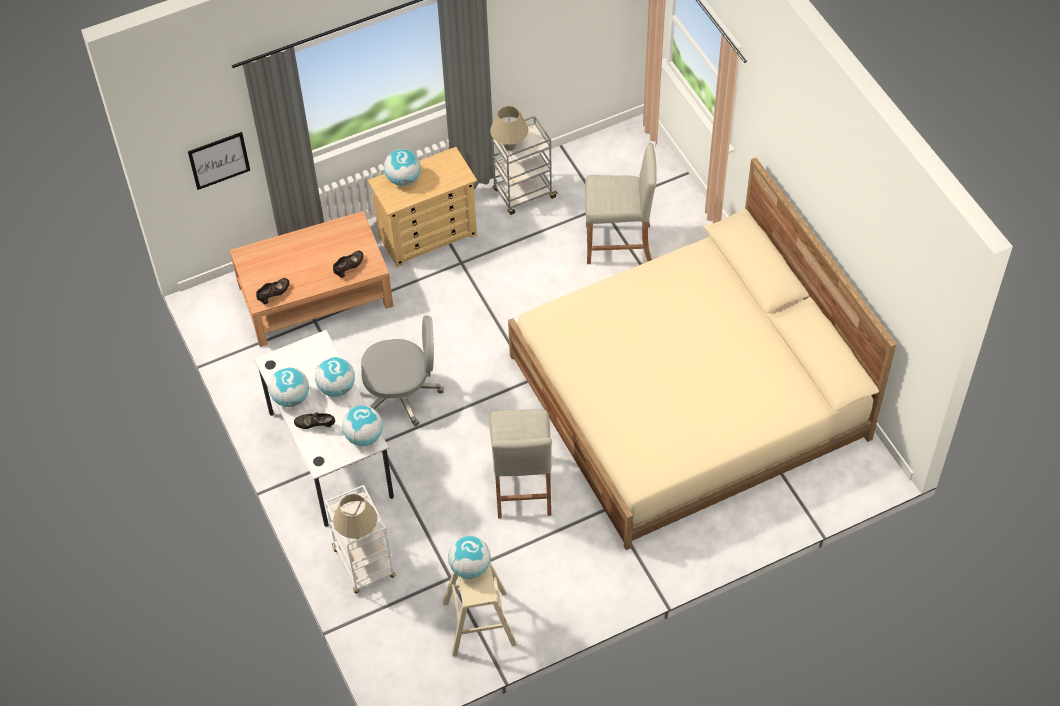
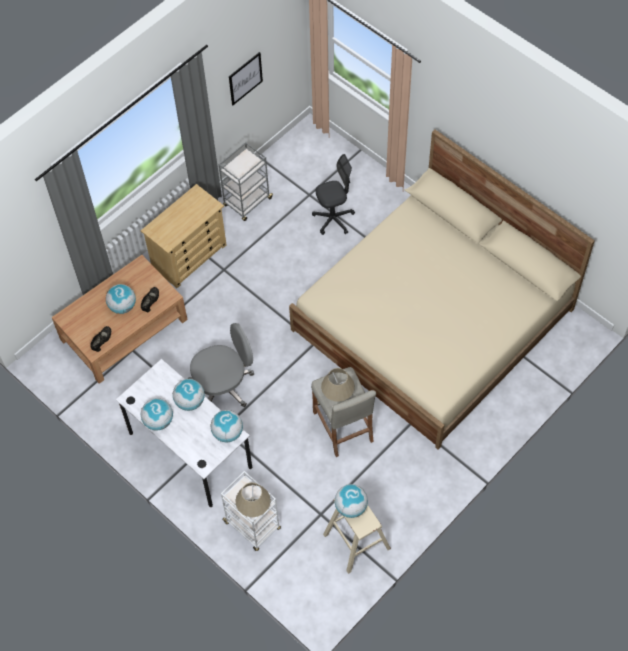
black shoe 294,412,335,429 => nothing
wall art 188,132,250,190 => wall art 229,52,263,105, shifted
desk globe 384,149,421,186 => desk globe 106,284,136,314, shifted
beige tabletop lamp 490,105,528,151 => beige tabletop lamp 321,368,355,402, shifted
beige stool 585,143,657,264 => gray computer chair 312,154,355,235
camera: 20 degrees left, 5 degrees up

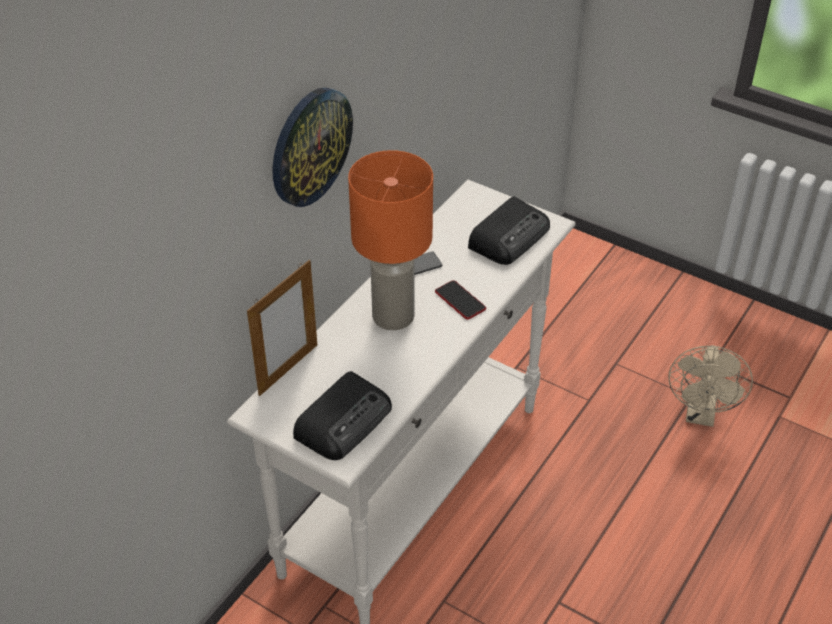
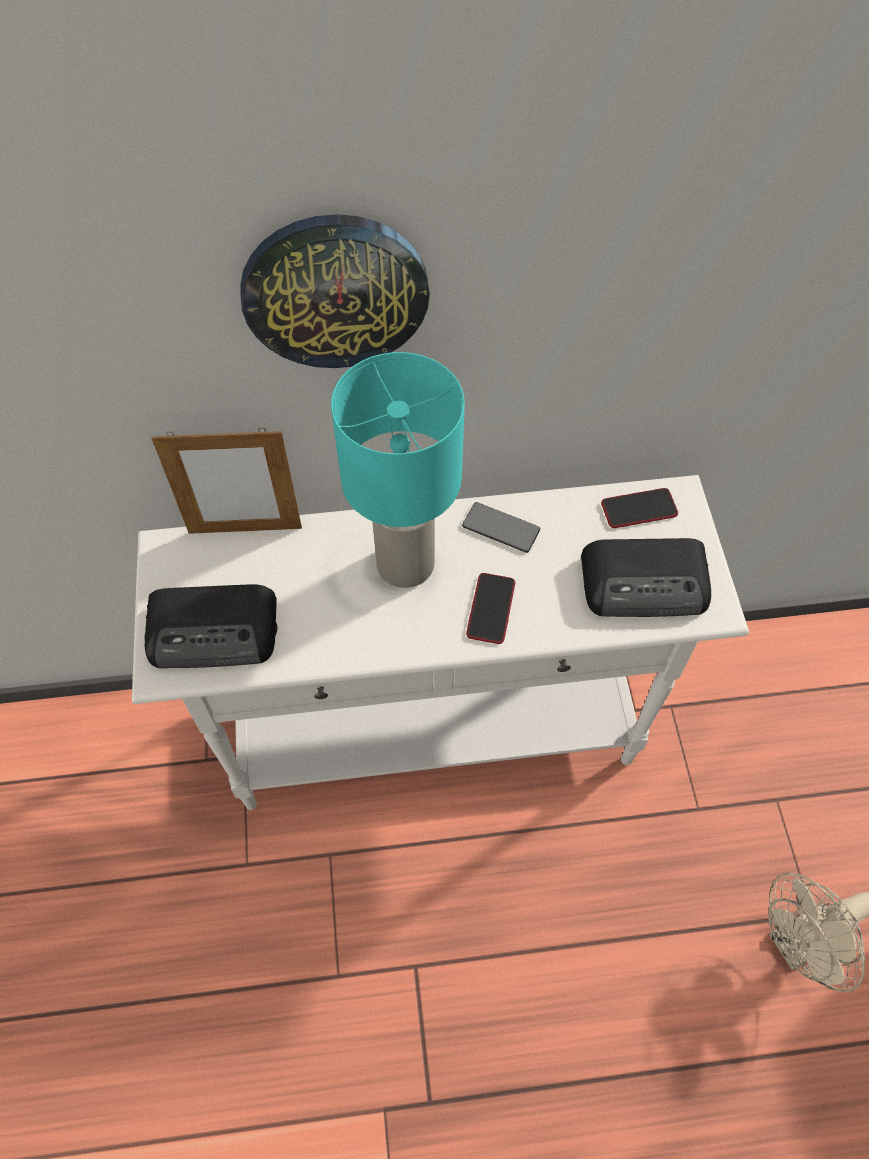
nothing => handset 601,488,678,528
orange-coloured tabletop lamp 348,150,433,330 => turquoise tabletop lamp 331,352,465,588
camera: 50 degrees right, 15 degrees up

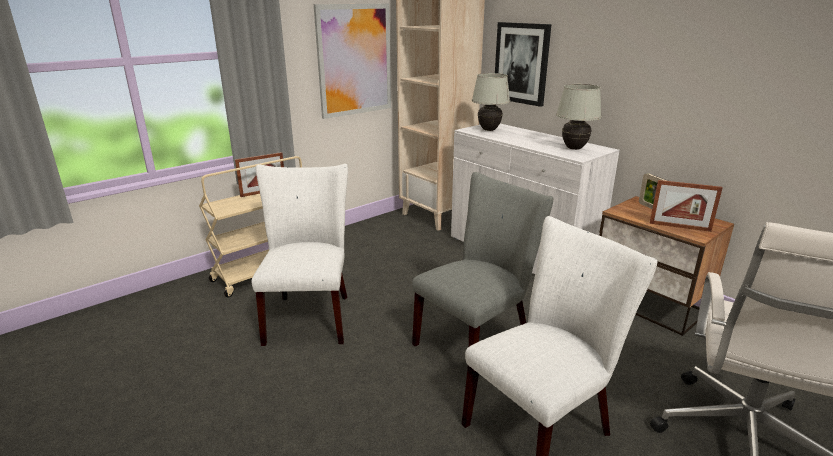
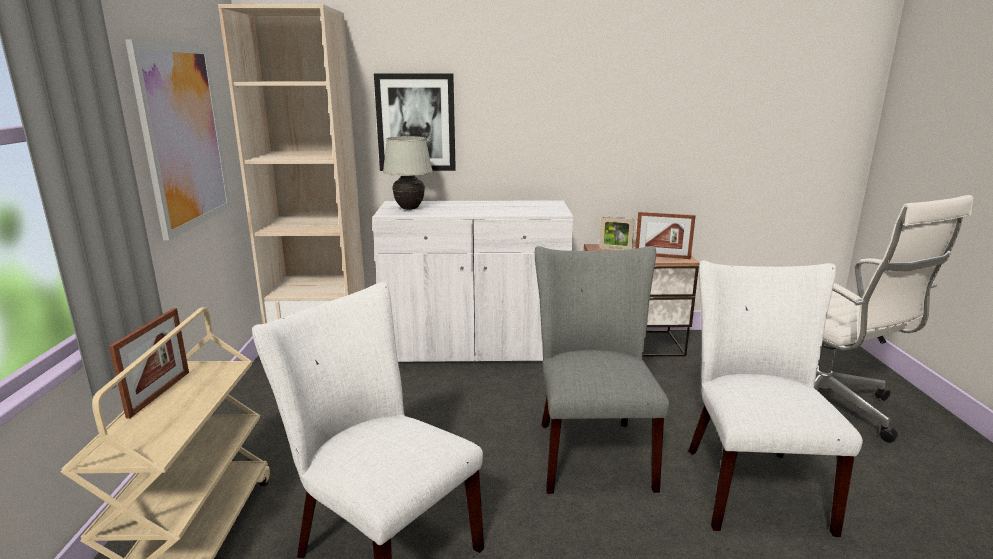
white tabletop lamp 556,84,602,150 => nothing
photo frame 650,180,723,232 => photo frame 635,212,696,259, 45 degrees clockwise
camera: 50 degrees left, 5 degrees down

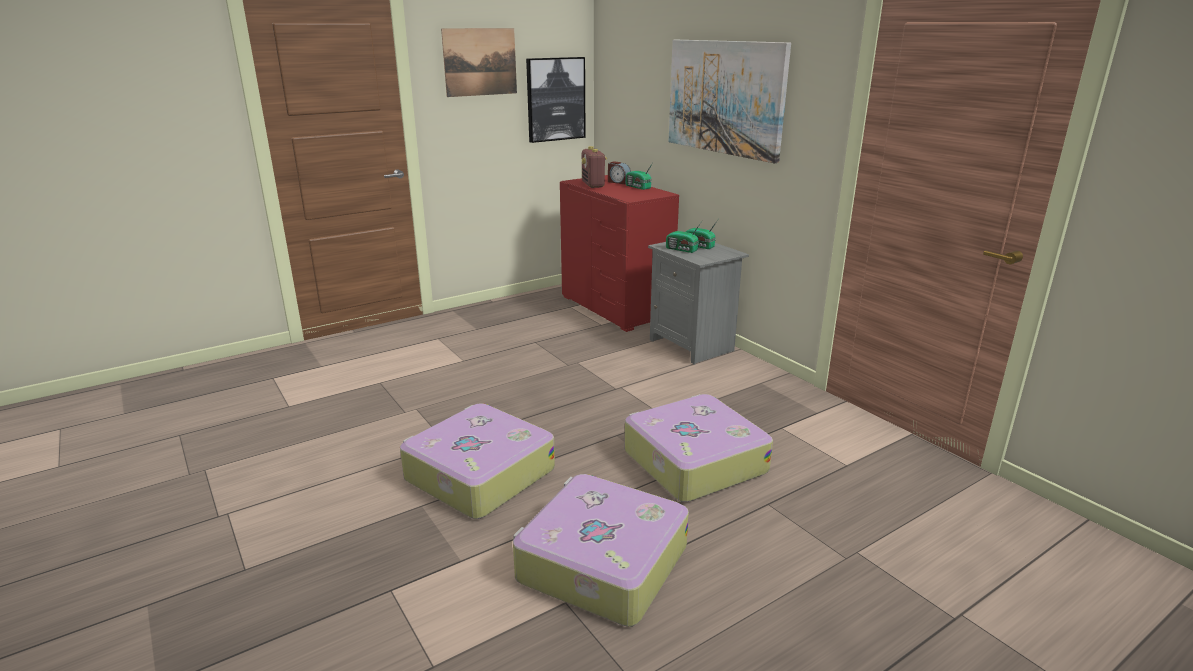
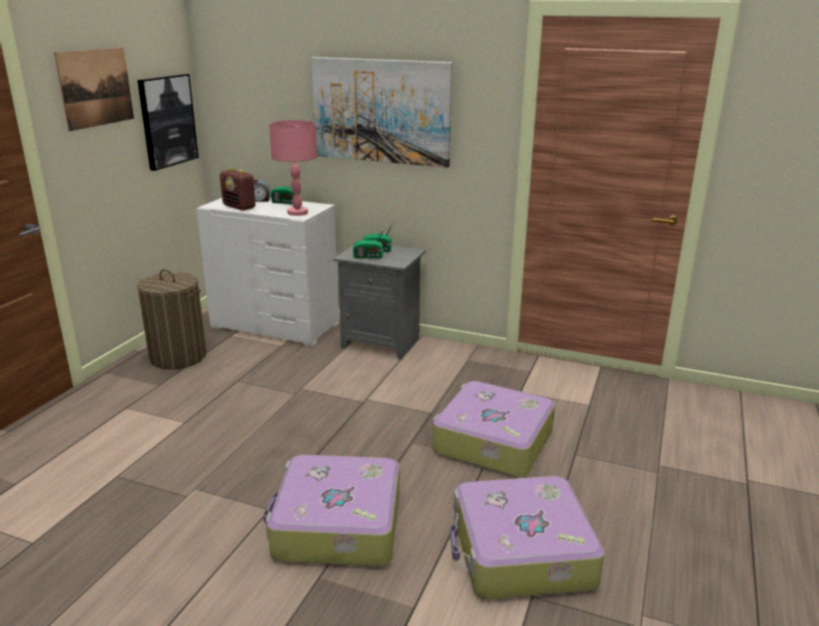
nothing => laundry basket 137,269,206,369
nothing => pink-coloured tabletop lamp 269,120,317,216
reddish chest of drawers 560,175,679,332 => white chest of drawers 196,198,339,347
camera: 35 degrees left, 0 degrees up

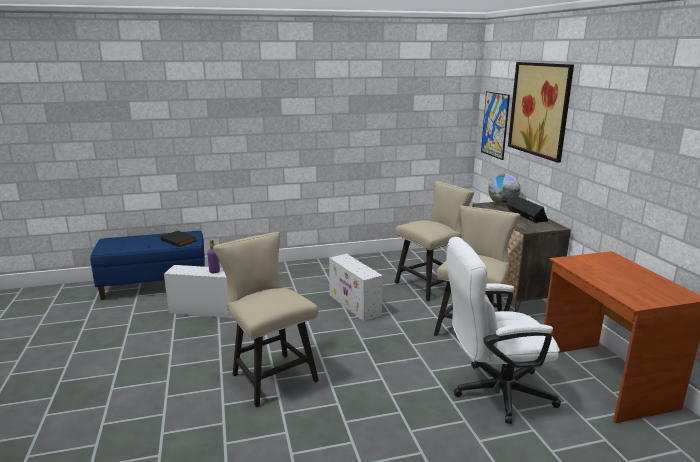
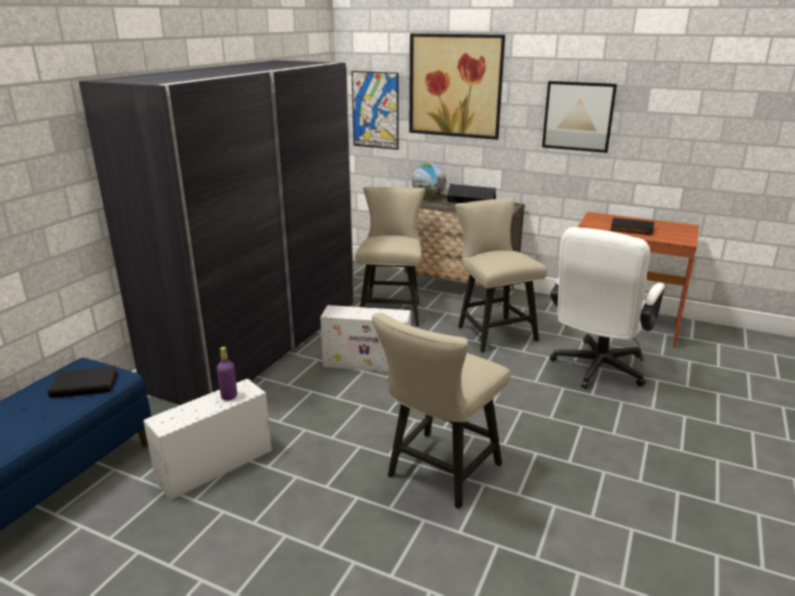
nothing => gray armoire 79,60,354,405
nothing => wall art 542,81,617,153
nothing => black volume 610,218,654,236
beige chair 213,232,319,407 => beige chair 372,313,511,509, 60 degrees counterclockwise
camera: 50 degrees left, 5 degrees up

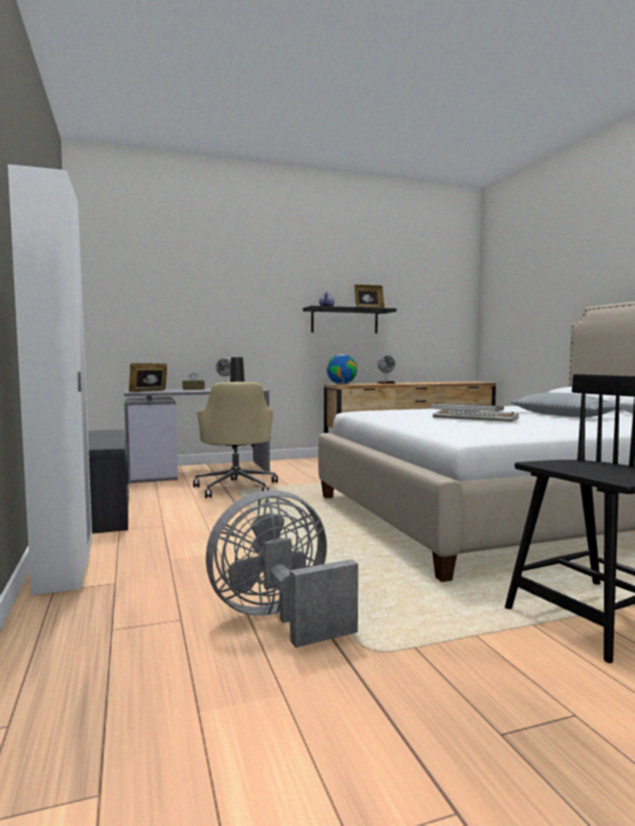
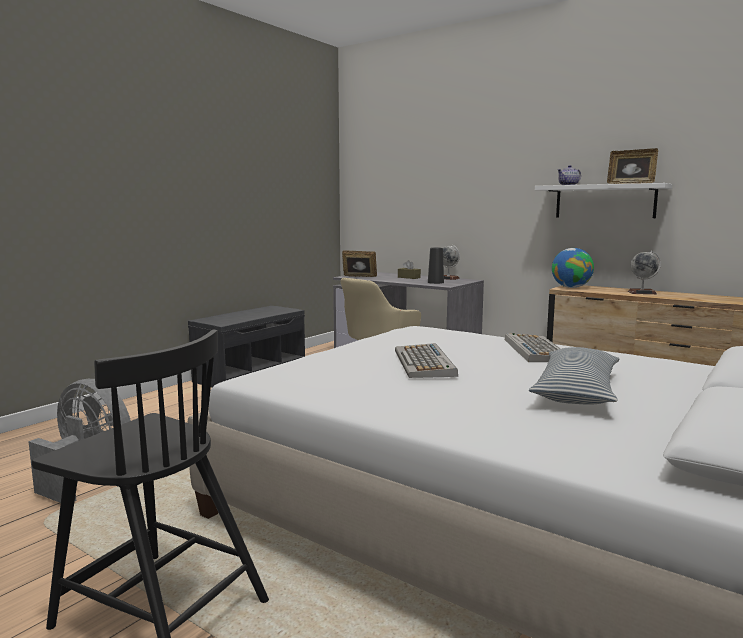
white armoire 8,164,92,595 => nothing
black shelf 303,306,396,333 => white shelf 535,183,673,218
camera: 55 degrees right, 5 degrees up

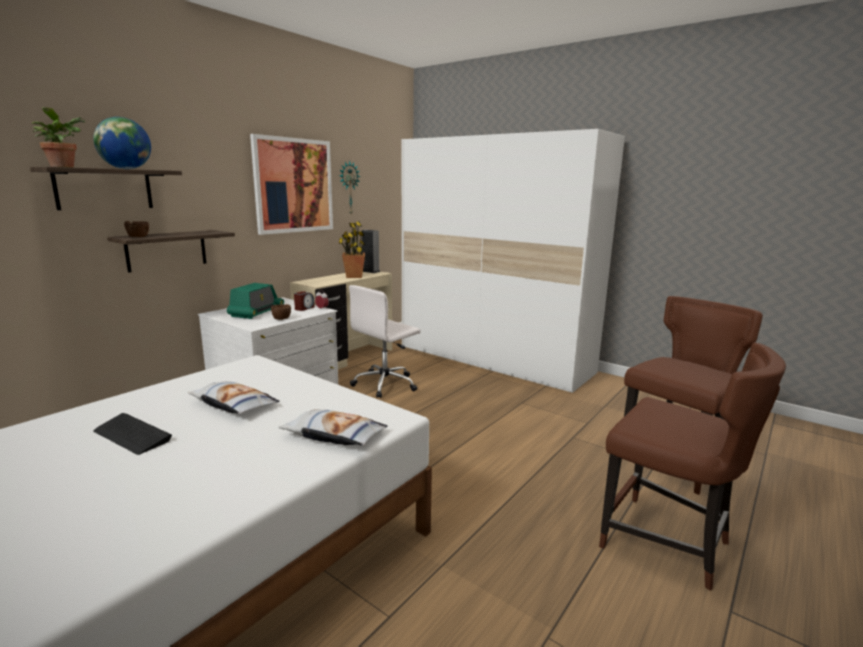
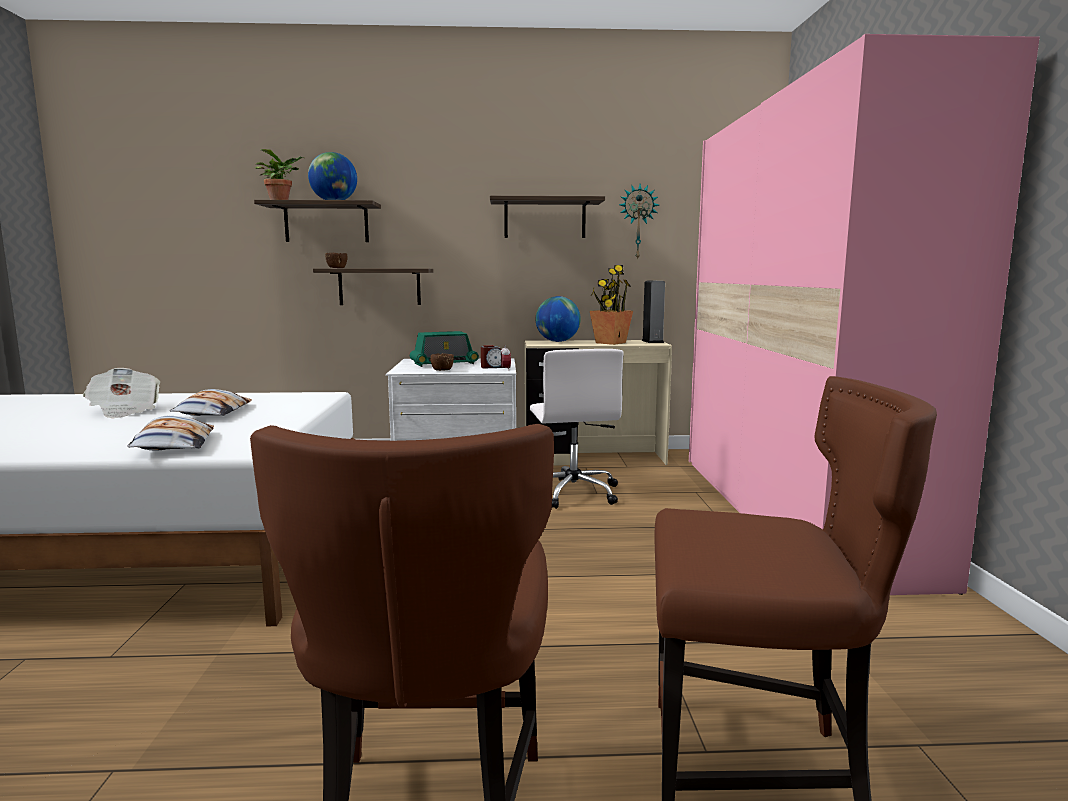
nothing => desk globe 536,296,581,342
computer keyboard 93,413,172,455 => newspaper 83,368,160,418
wall art 250,134,333,235 => shelf 490,196,605,238
white armoire 402,129,625,393 => pink-coloured armoire 689,34,1040,595
white computer chair 349,285,421,398 => white computer chair 530,349,624,509, 105 degrees counterclockwise
camera: 50 degrees right, 5 degrees down

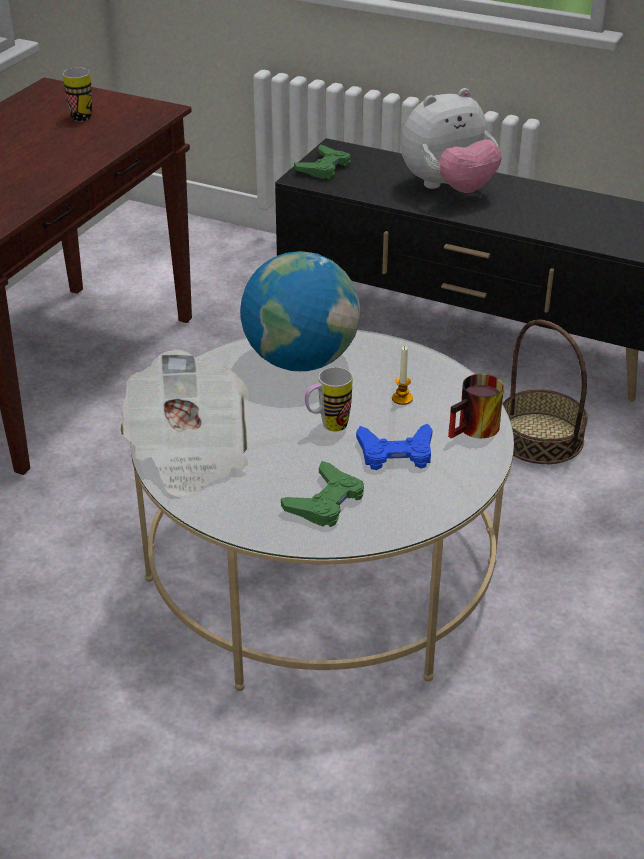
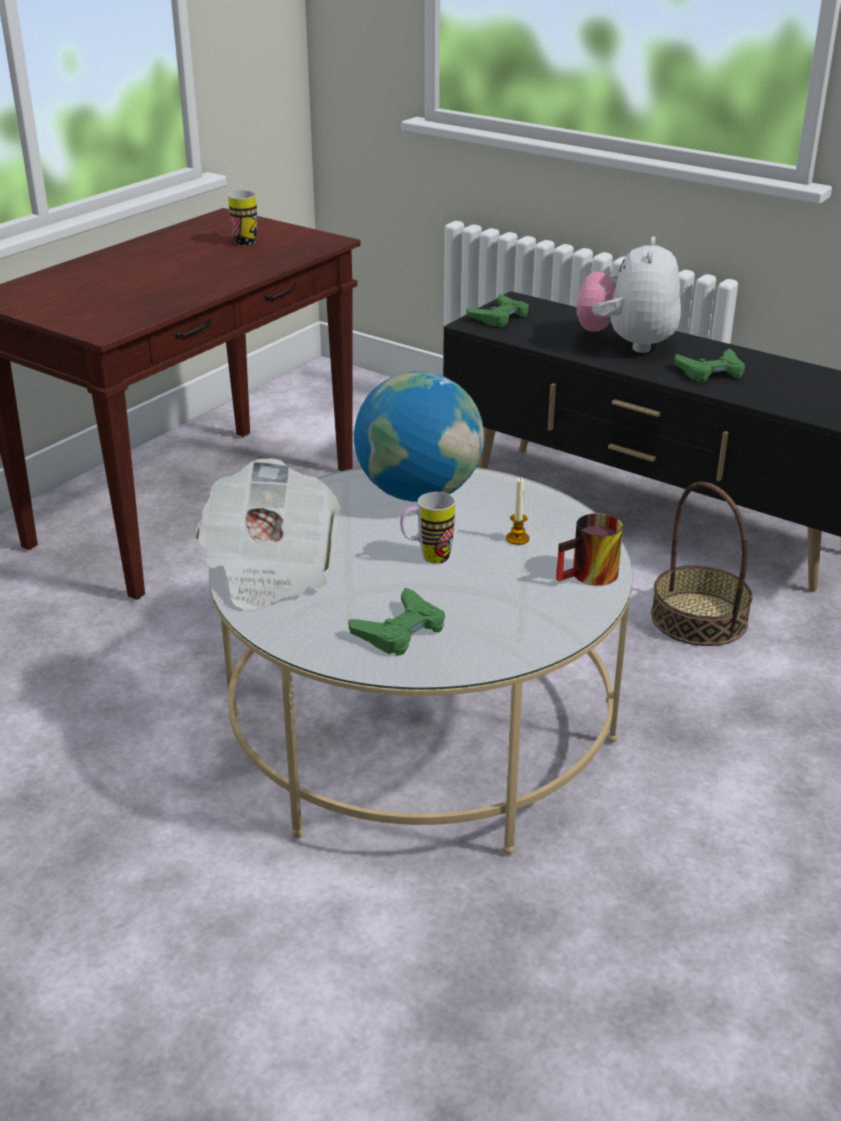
blue-coloured game controller 356,424,433,470 => nothing
nothing => green-coloured game controller 674,348,745,383
cuddly toy 401,88,502,193 => cuddly toy 576,237,681,353, 120 degrees clockwise
camera: 10 degrees right, 5 degrees down

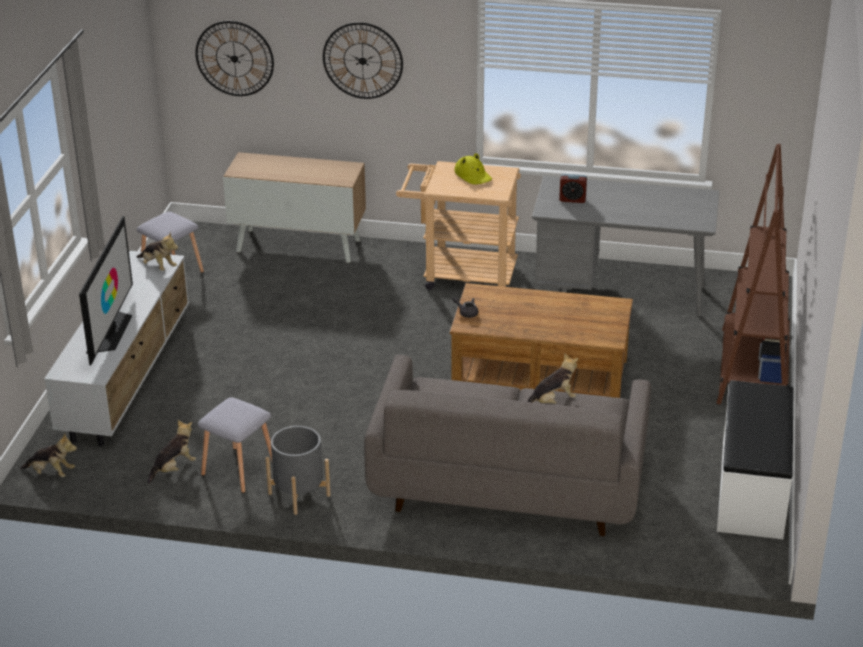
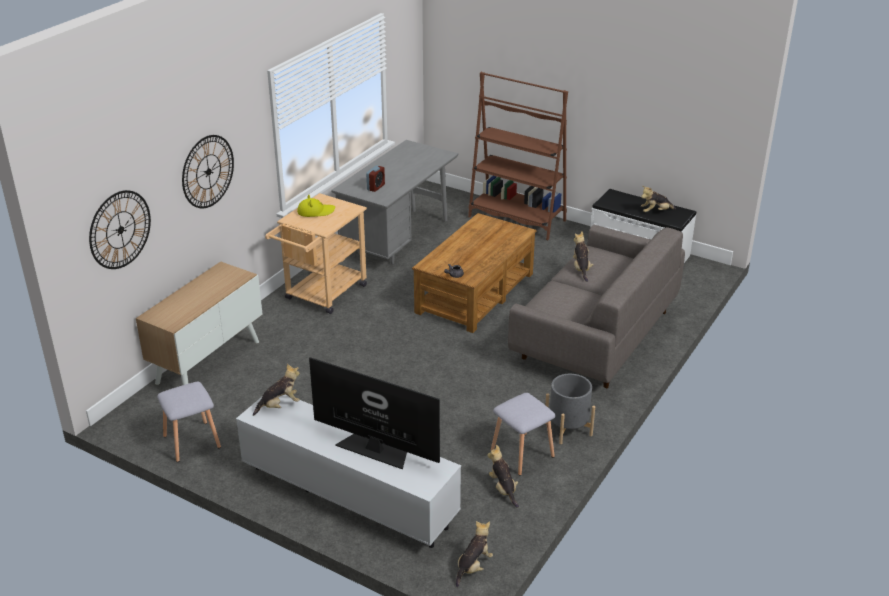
nothing => cuddly toy 641,186,676,212
camera: 70 degrees left, 0 degrees up

